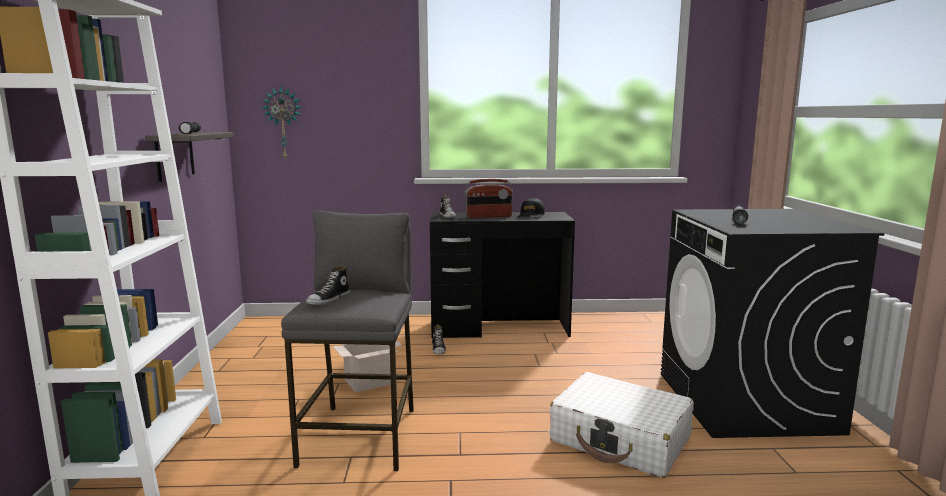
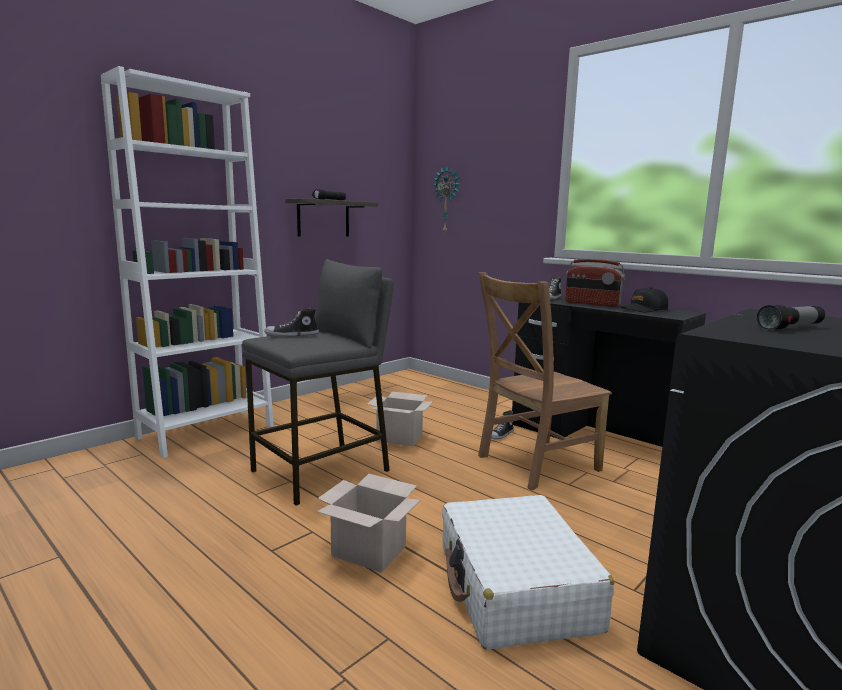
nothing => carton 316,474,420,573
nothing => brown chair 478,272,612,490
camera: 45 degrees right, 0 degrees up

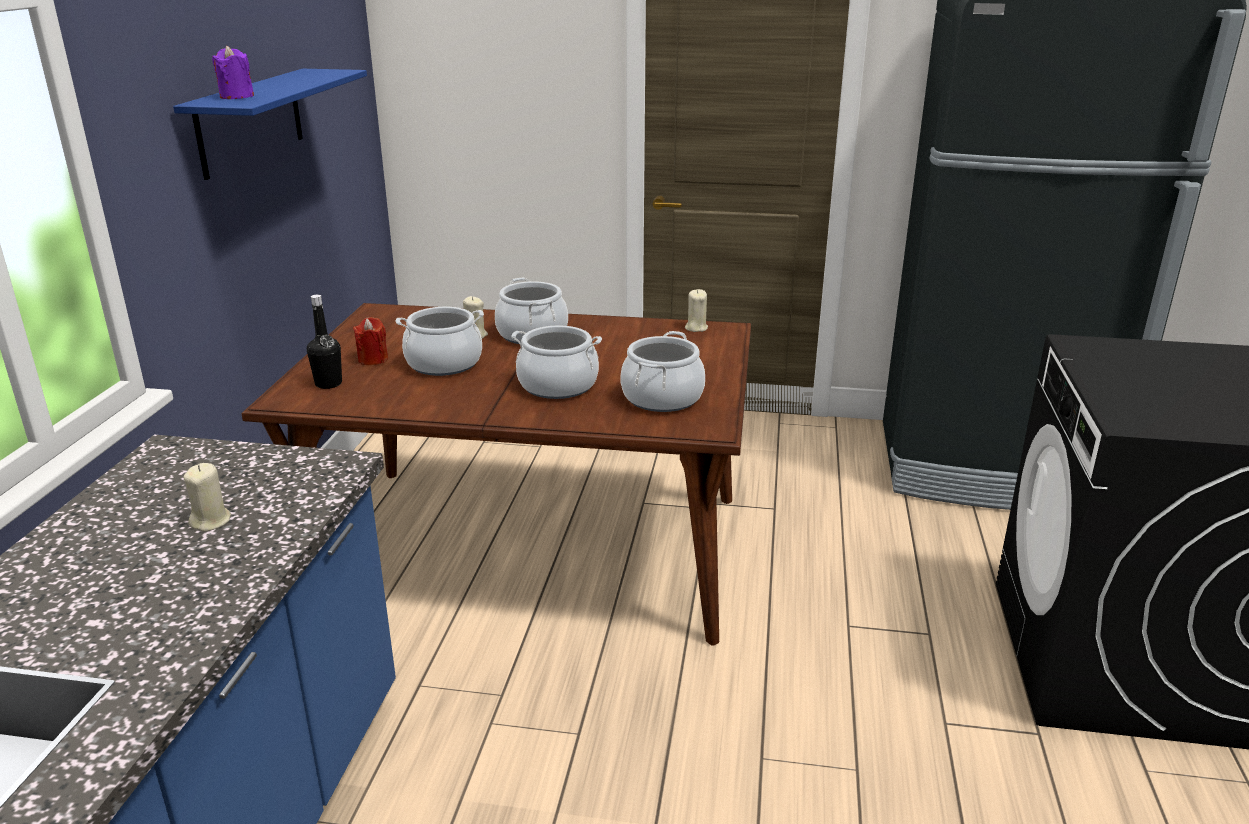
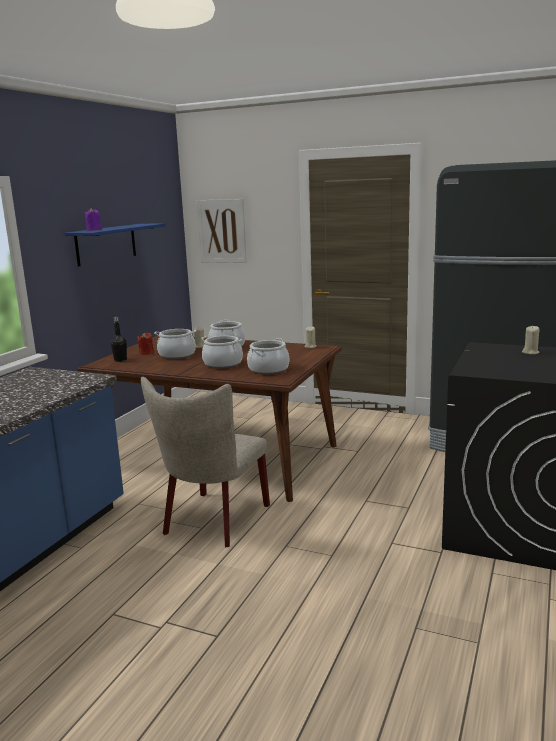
nothing => beige chair 141,377,270,548
nothing => wall art 197,199,247,263
beige candle 184,463,231,531 => beige candle 522,325,540,354, shifted
camera: 15 degrees right, 10 degrees down

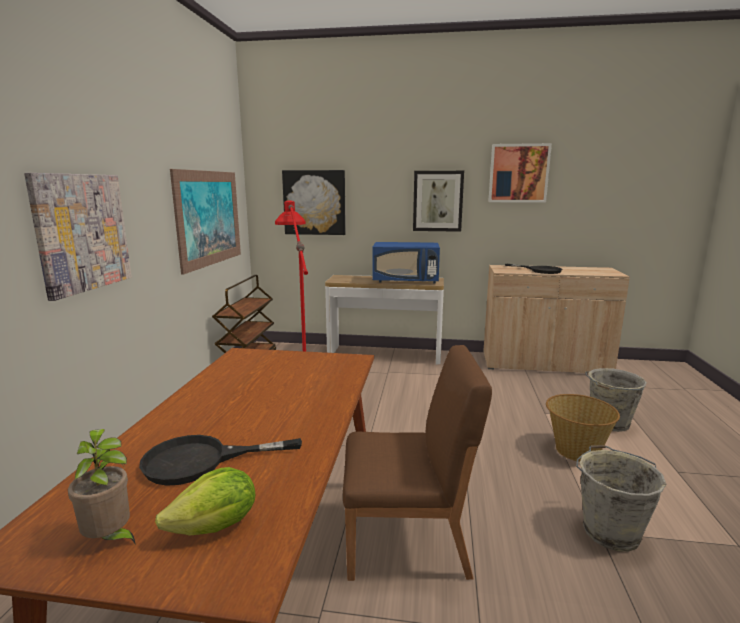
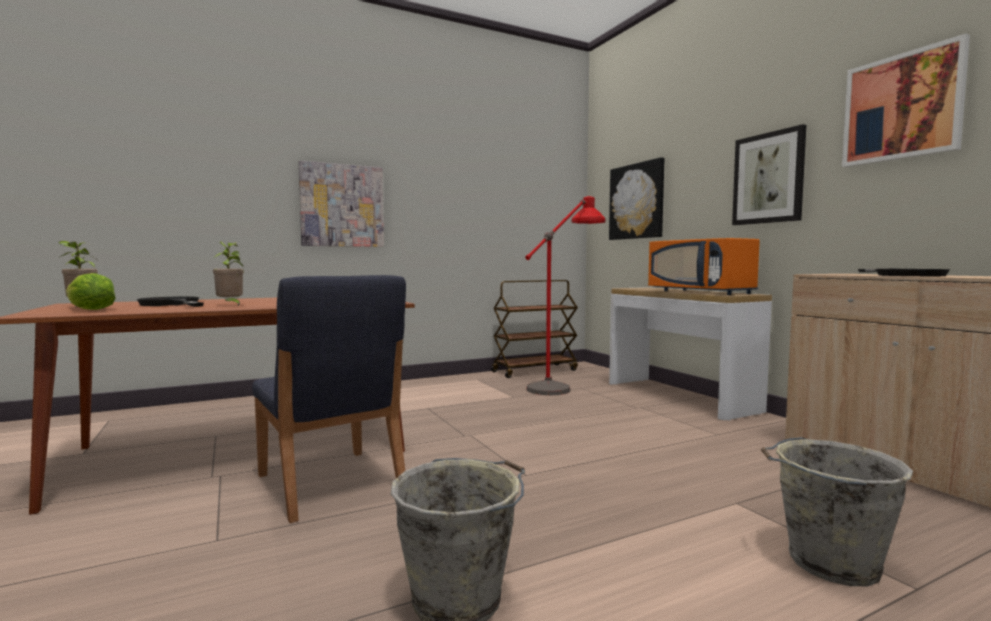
wall art 170,169,241,275 => nothing
storage basket 546,394,620,462 => nothing
nothing => potted plant 213,241,244,306
brown chair 343,345,492,581 => blue-coloured chair 252,275,406,523
blue-coloured microwave oven 372,242,440,283 => orange-coloured microwave oven 648,238,760,295
camera: 55 degrees right, 10 degrees down

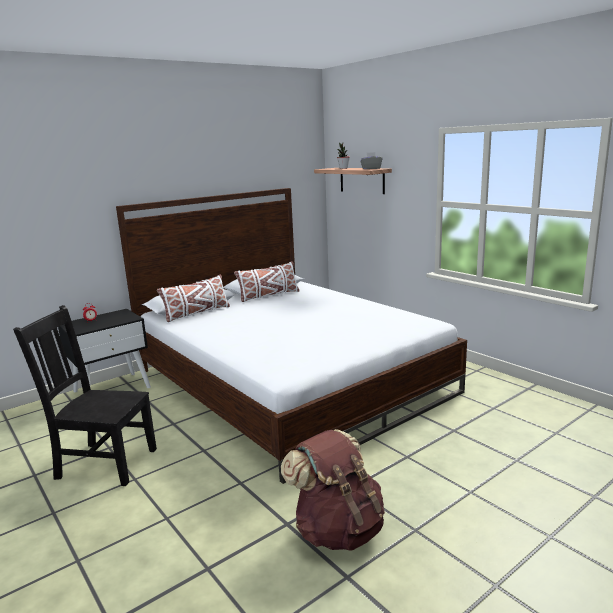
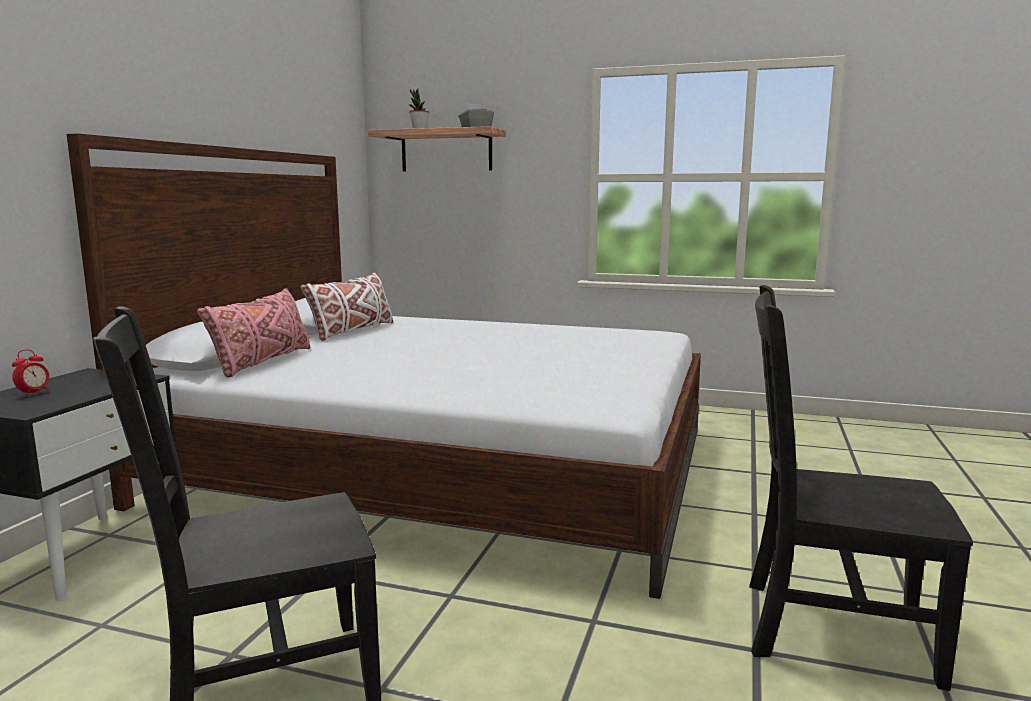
brown rucksack 281,429,385,550 => black chair 749,285,973,691
white throw pillow 157,275,230,322 => pink-coloured throw pillow 197,288,310,378
camera: 35 degrees left, 5 degrees down

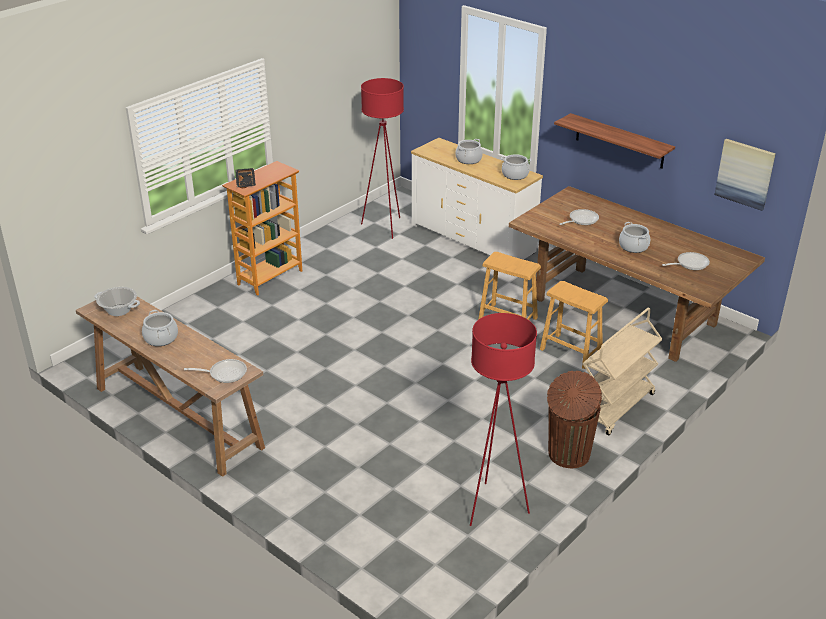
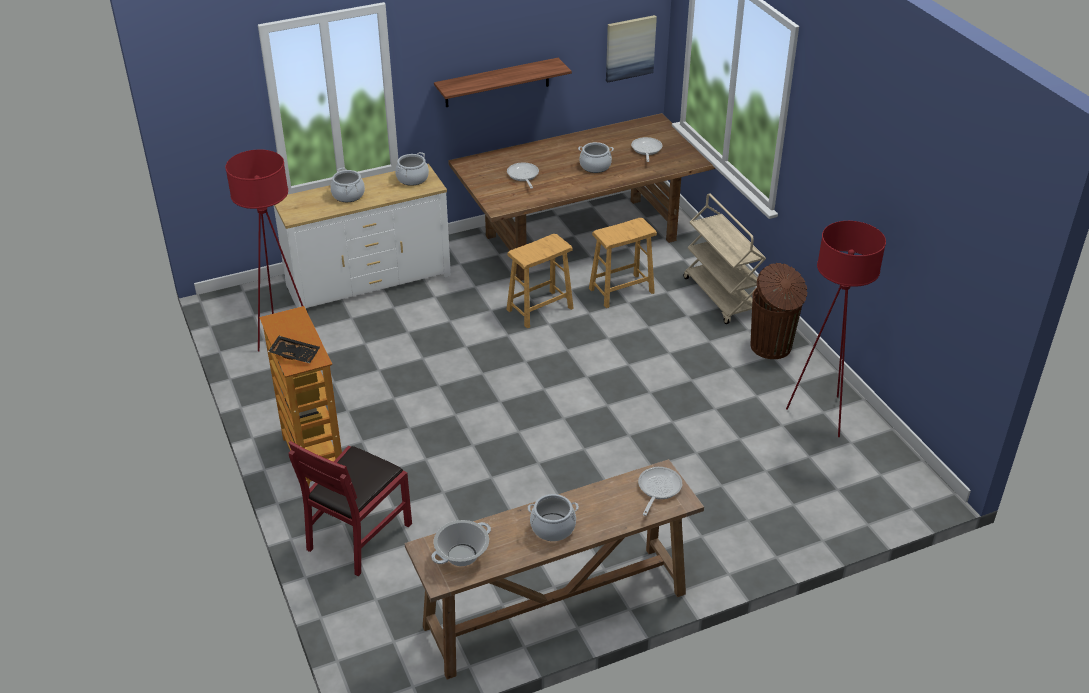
nothing => reddish chair 288,441,412,576
camera: 65 degrees left, 5 degrees up

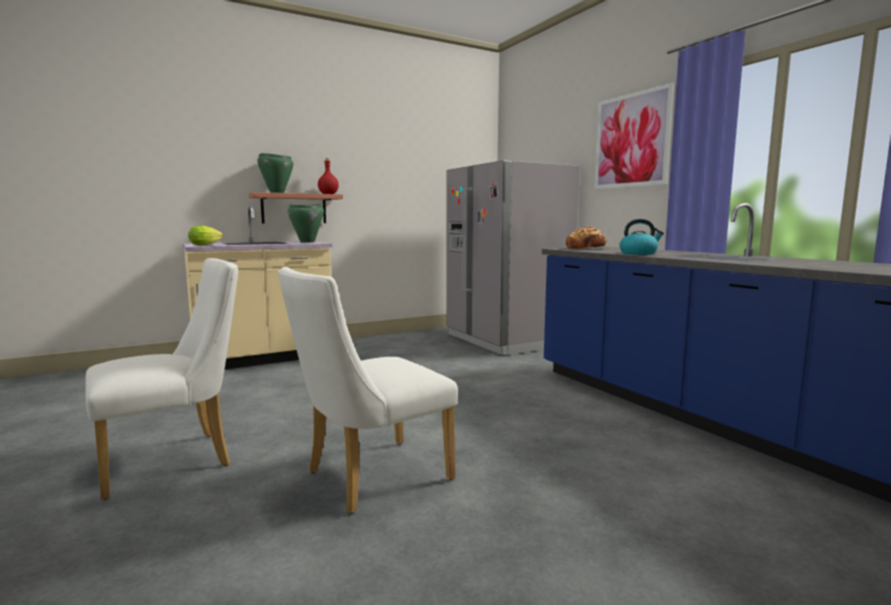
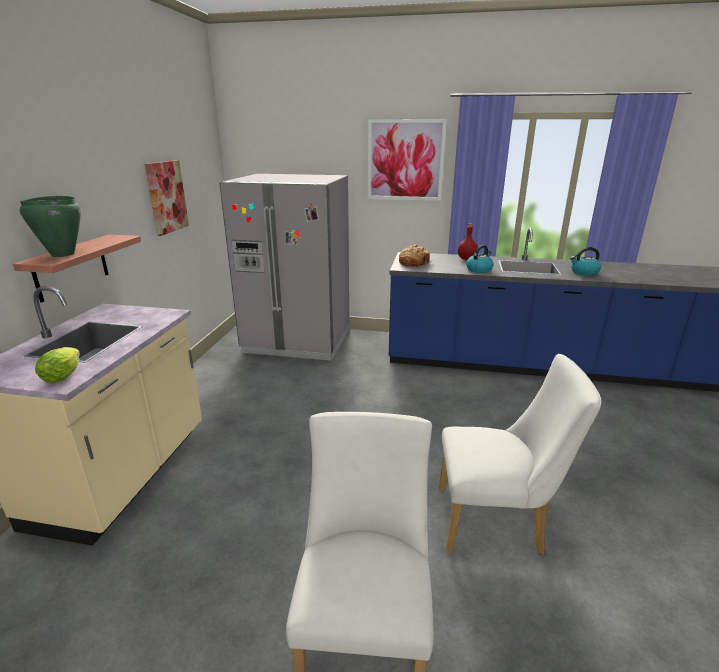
green-coloured saucepot 288,204,324,243 => nothing
nothing => wall art 145,160,189,236
nothing => water kettle 570,247,601,276
reddish beverage bottle 318,158,339,194 => reddish beverage bottle 458,224,478,260, shifted
white chair 278,267,458,514 => white chair 439,354,601,555, 90 degrees counterclockwise
camera: 50 degrees left, 15 degrees up

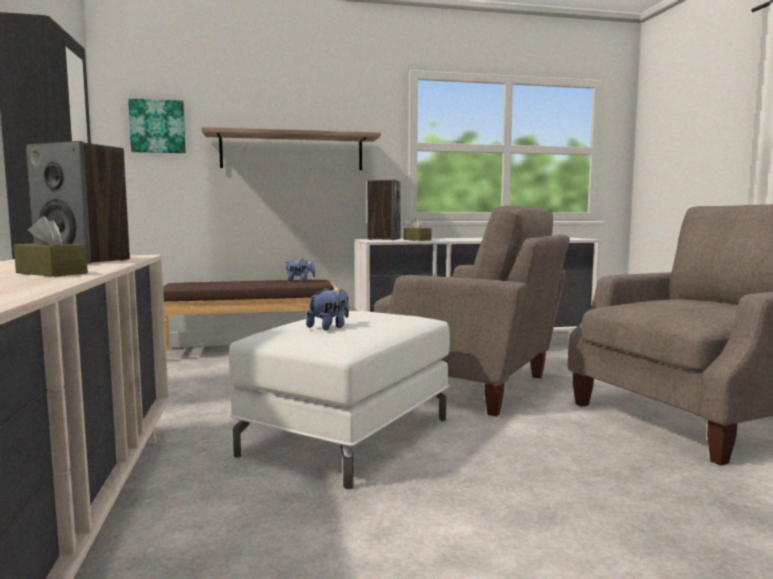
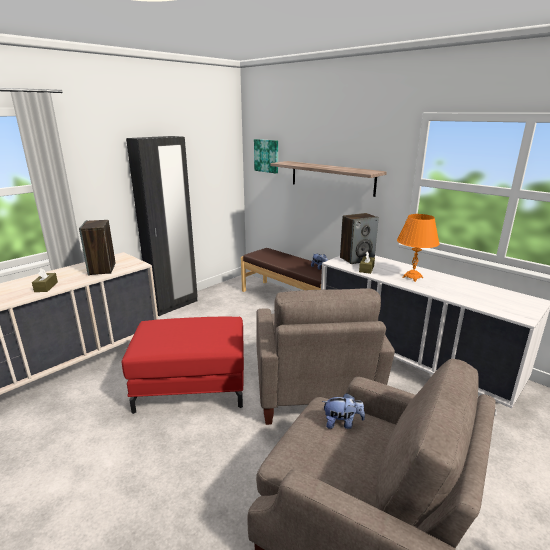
nothing => orange-coloured tabletop lamp 397,214,440,282
cuddly toy 306,288,349,330 => cuddly toy 322,393,365,429, shifted
white ottoman 229,311,450,489 => reddish ottoman 122,316,244,414
camera: 55 degrees right, 15 degrees up

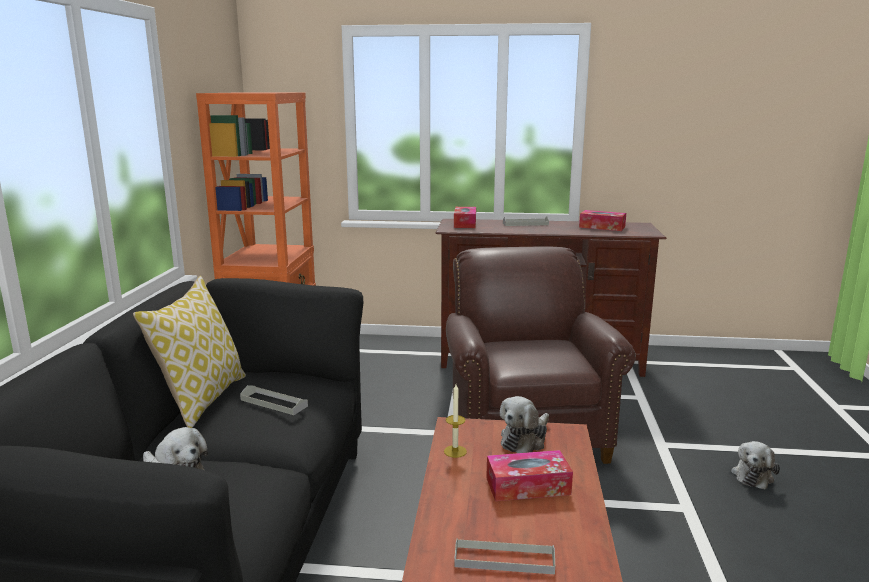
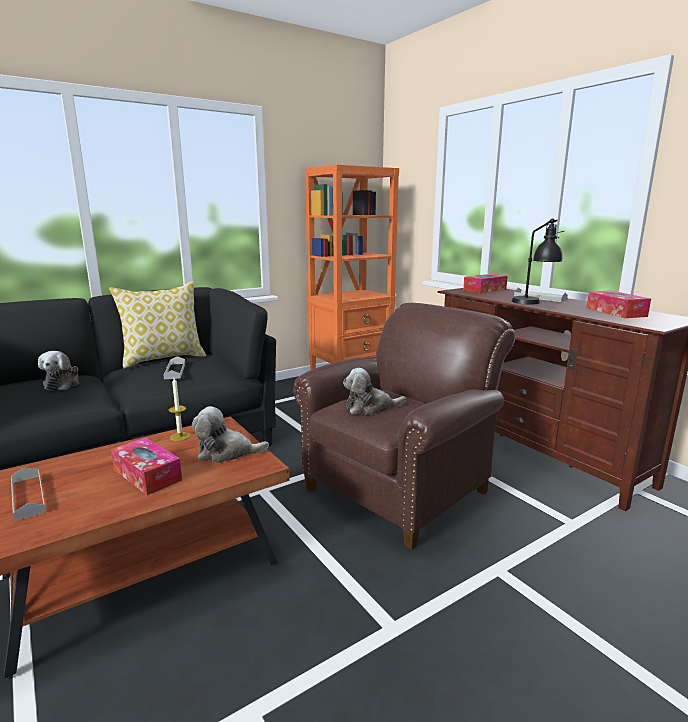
nothing => black tabletop lamp 512,219,564,305
cuddly toy 731,441,780,490 => cuddly toy 343,368,406,415, shifted
camera: 50 degrees right, 0 degrees up

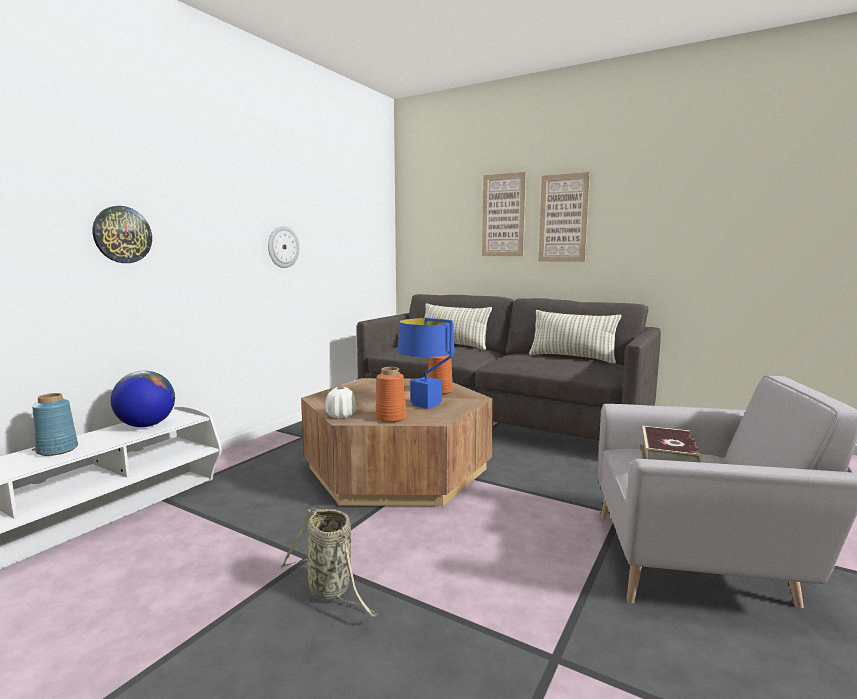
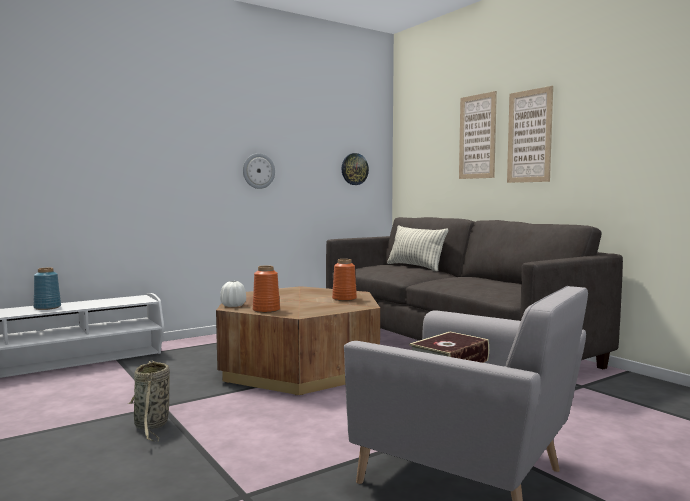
desk globe 110,371,175,427 => nothing
blue-coloured tabletop lamp 398,318,455,409 => nothing
throw pillow 529,310,621,363 => nothing
clock on the wall 93,206,152,263 => clock on the wall 341,153,369,185, shifted
camera: 25 degrees right, 5 degrees down

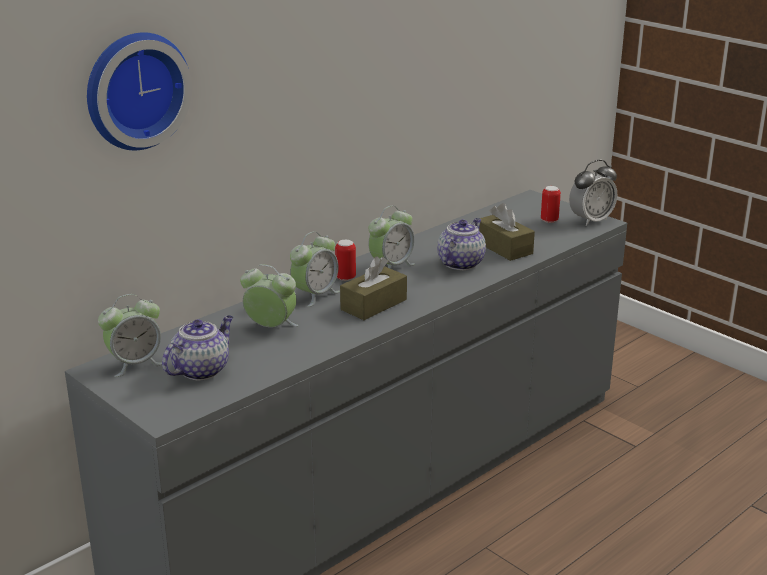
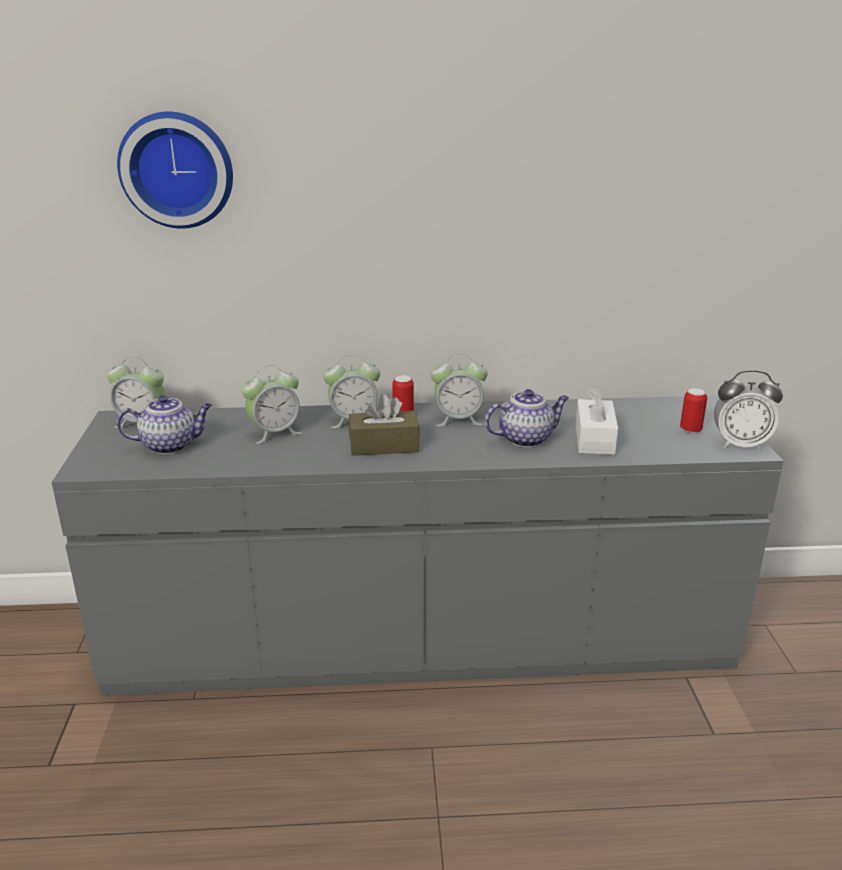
brown tissue holder 479,203,535,261 => white tissue holder 576,386,618,455
alarm clock 240,264,298,327 => alarm clock 241,365,302,444, 90 degrees clockwise
camera: 40 degrees right, 0 degrees up

